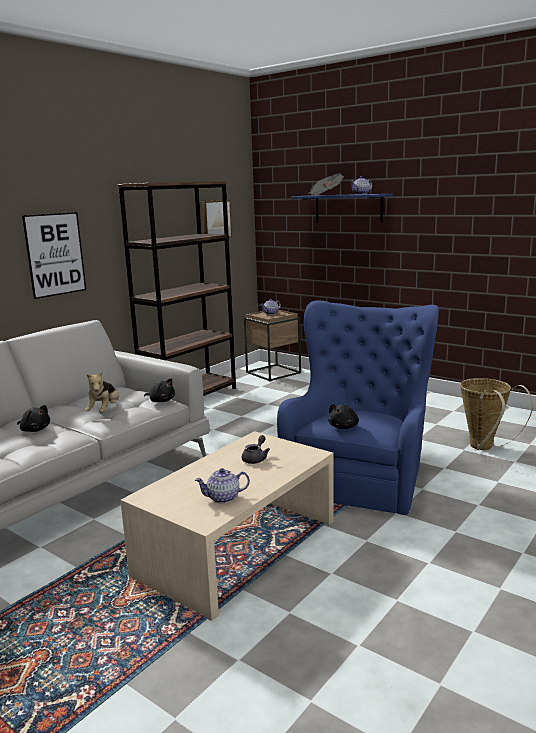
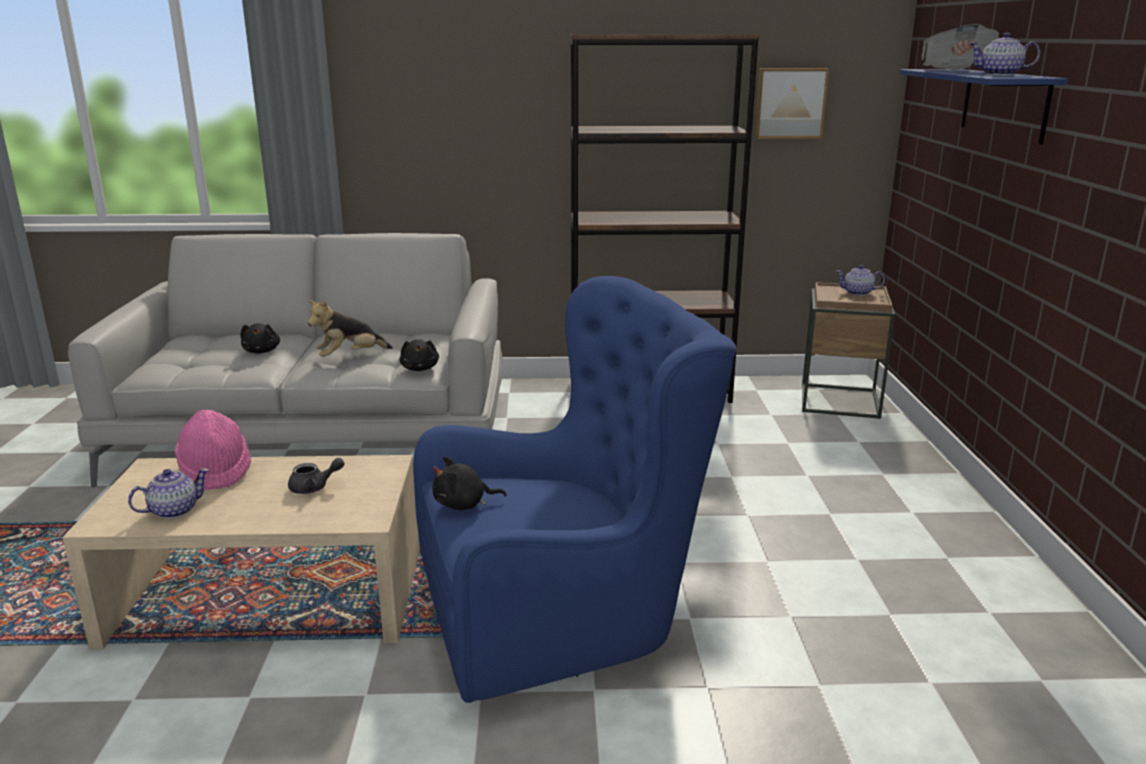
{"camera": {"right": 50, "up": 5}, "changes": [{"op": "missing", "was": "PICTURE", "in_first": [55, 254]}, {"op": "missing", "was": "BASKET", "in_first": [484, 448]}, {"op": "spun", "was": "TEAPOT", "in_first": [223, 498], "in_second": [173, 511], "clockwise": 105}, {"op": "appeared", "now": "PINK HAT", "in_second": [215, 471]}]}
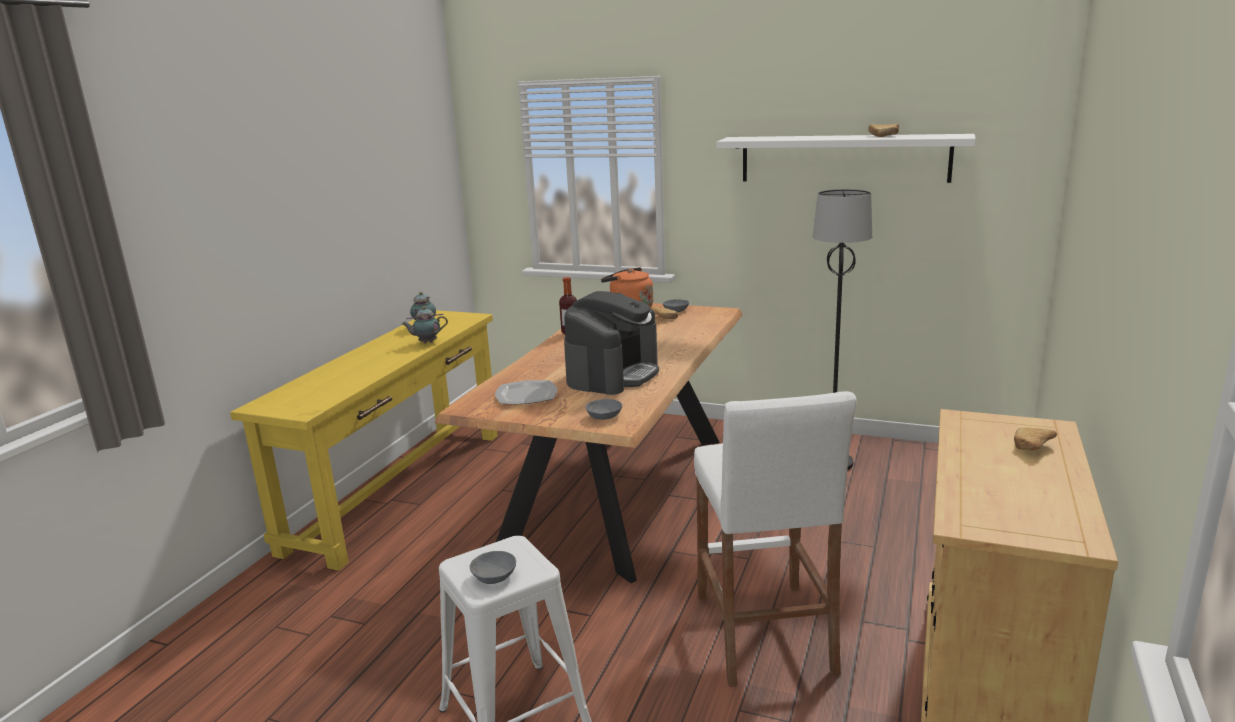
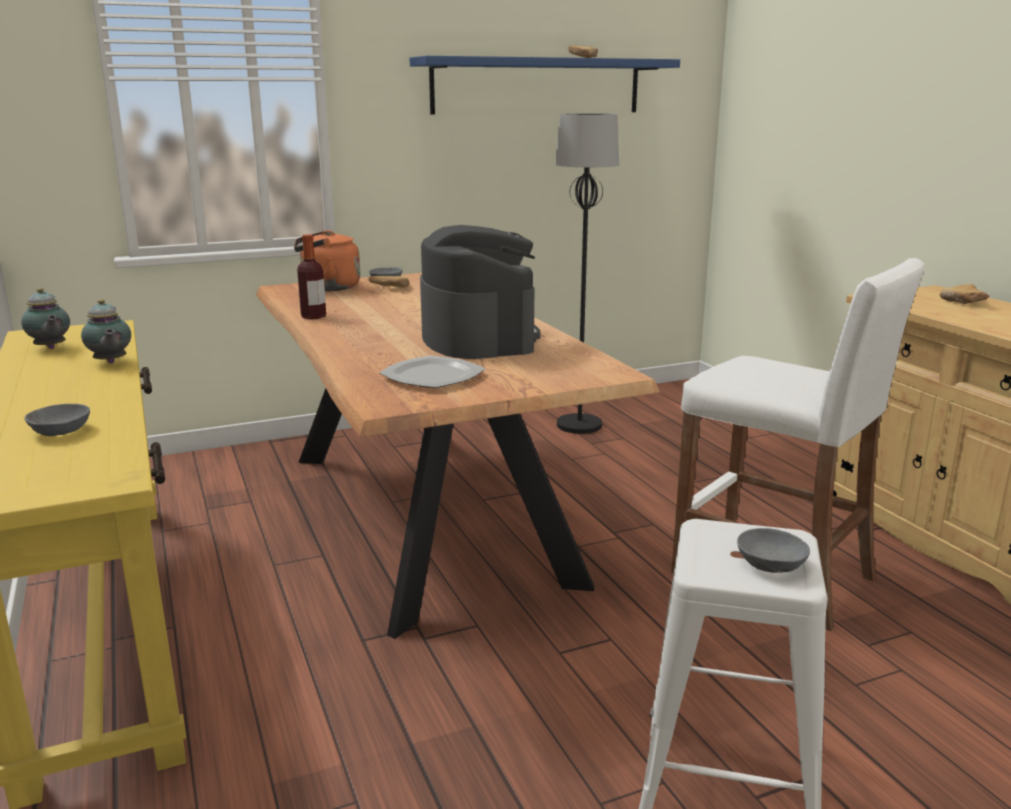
{"camera": {"right": -45, "up": 0}, "changes": [{"op": "colour", "was": "WHITE SHELF", "now": "BLUE SHELF", "in_first": [843, 158], "in_second": [537, 86]}, {"op": "spun", "was": "TEAPOT", "in_first": [426, 343], "in_second": [110, 362], "clockwise": -60}, {"op": "relocated", "was": "GREY BOWL", "in_first": [604, 417], "in_second": [61, 431]}]}
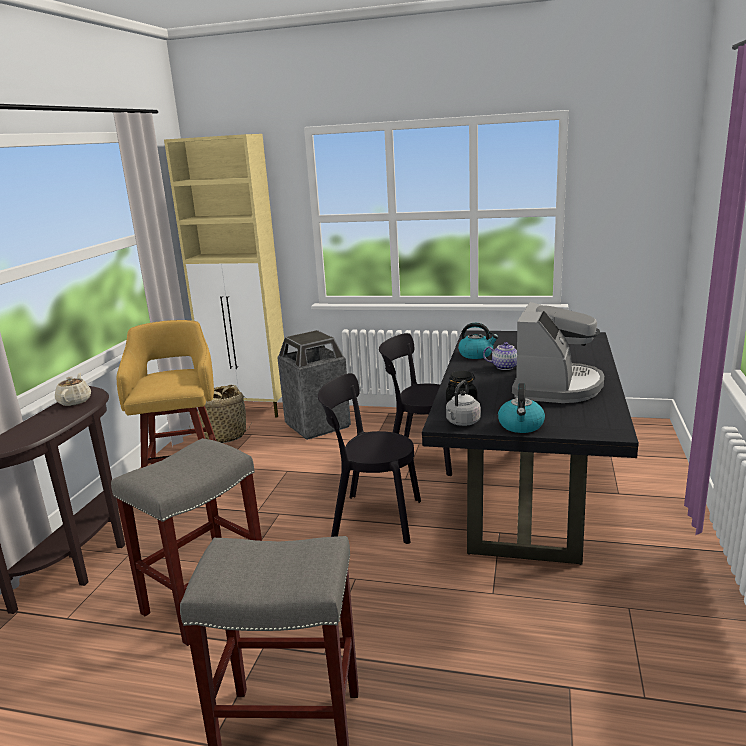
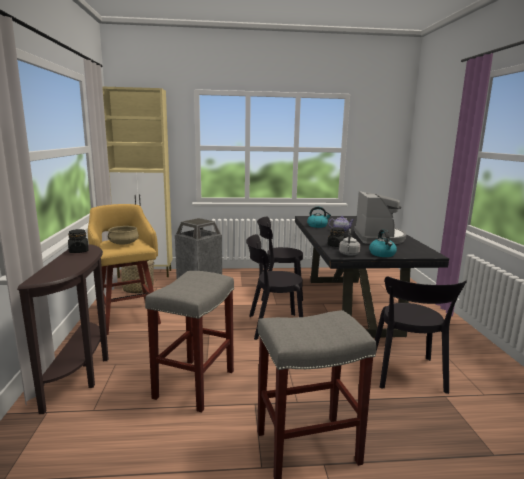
{"camera": {"right": -20, "up": -5}, "changes": [{"op": "exchanged", "was": "BEIGE TEAPOT", "now": "BLACK JAR", "in_first": [75, 401], "in_second": [79, 251]}, {"op": "appeared", "now": "BEIGE COOKING POT", "in_second": [123, 243]}, {"op": "appeared", "now": "BLACK CHAIR", "in_second": [407, 375]}]}
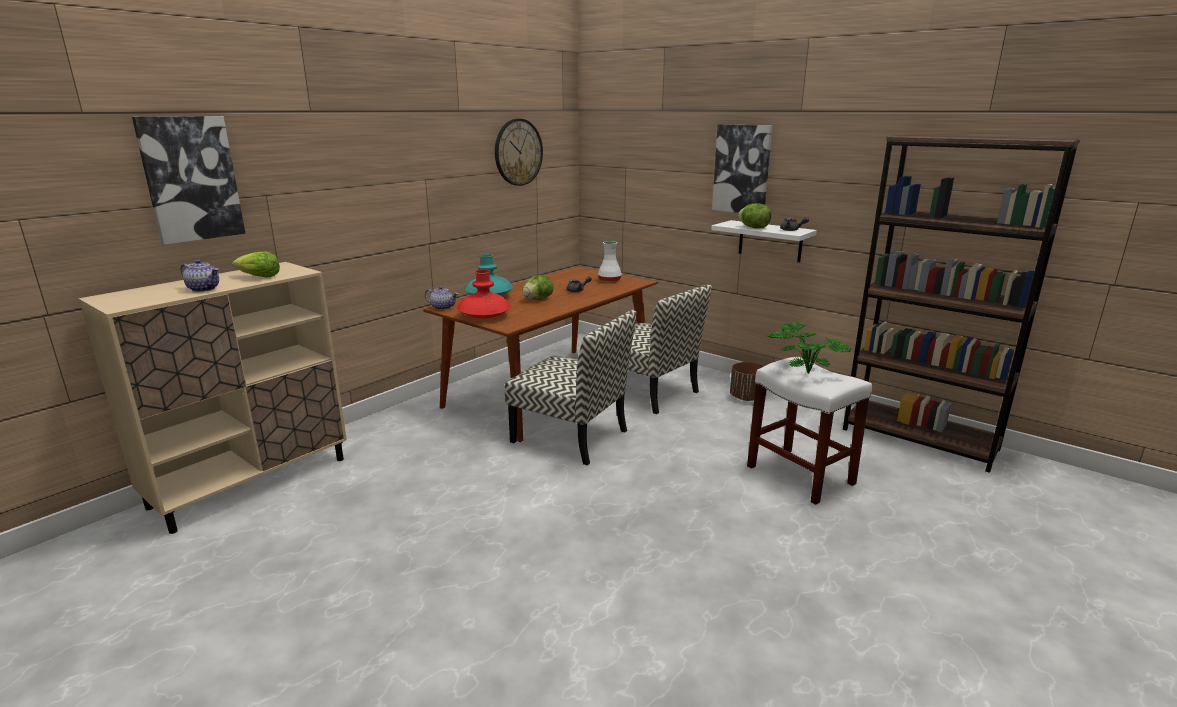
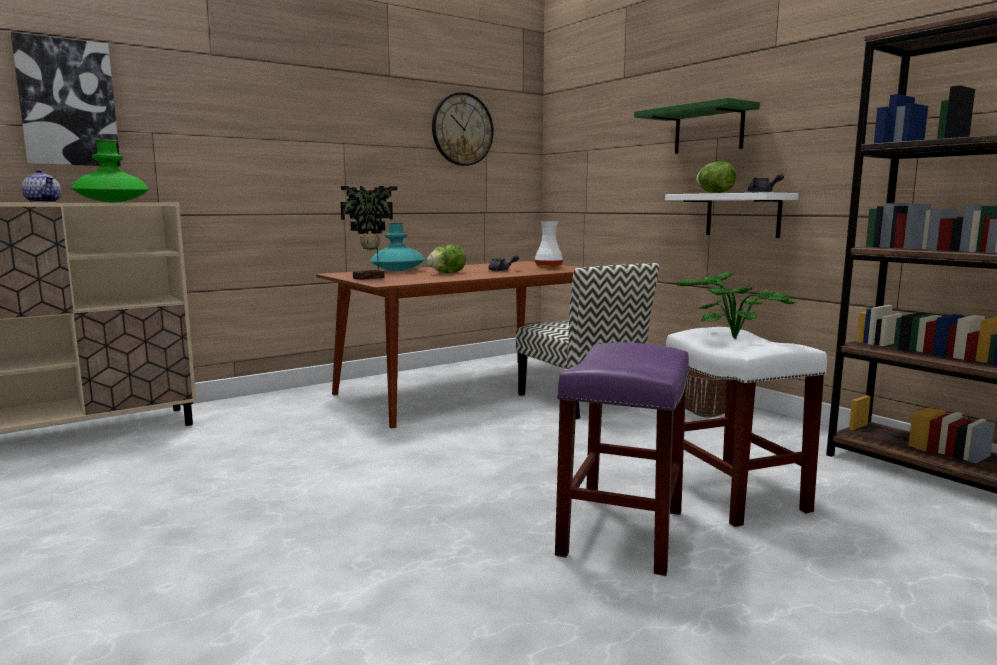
{"camera": {"right": 15, "up": -10}, "changes": [{"op": "exchanged", "was": "PICTURE", "now": "GREEN SHELF", "in_first": [742, 169], "in_second": [708, 130]}, {"op": "exchanged", "was": "LETTUCE", "now": "GREEN VASE", "in_first": [258, 277], "in_second": [112, 202]}, {"op": "exchanged", "was": "RED VASE", "now": "POTTED PLANT", "in_first": [484, 316], "in_second": [370, 278]}, {"op": "missing", "was": "TEAPOT", "in_first": [442, 307]}, {"op": "missing", "was": "CHAIR", "in_first": [571, 436]}, {"op": "appeared", "now": "PURPLE STOOL", "in_second": [621, 531]}]}
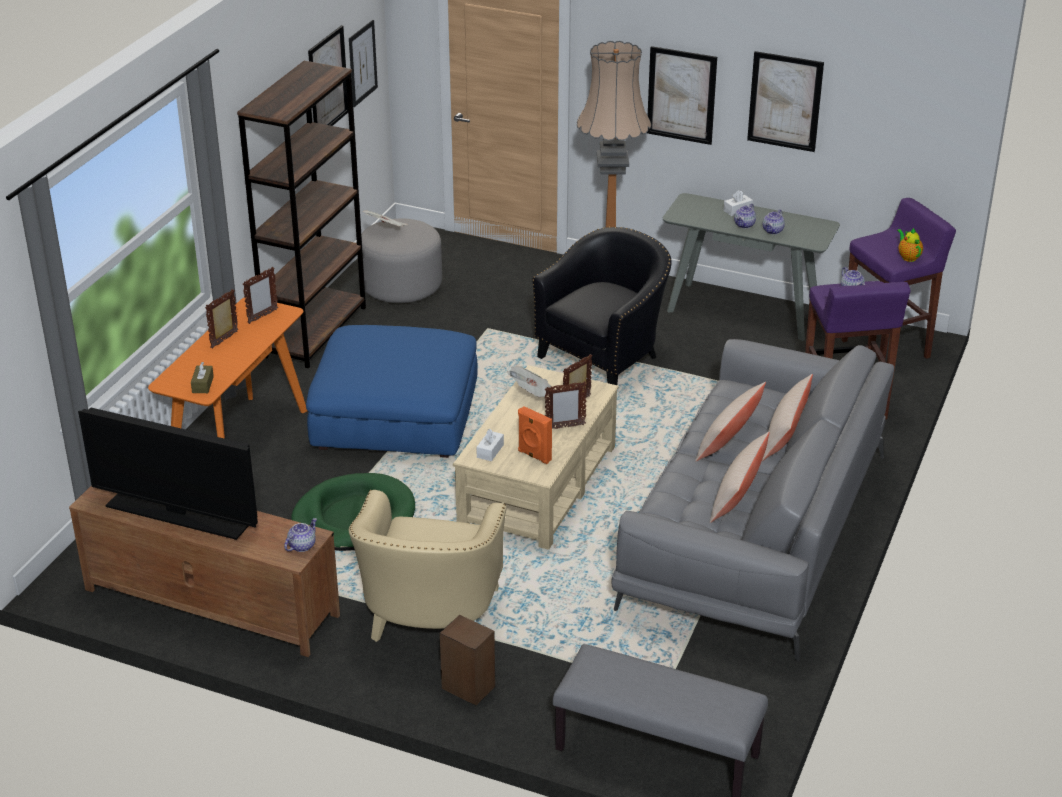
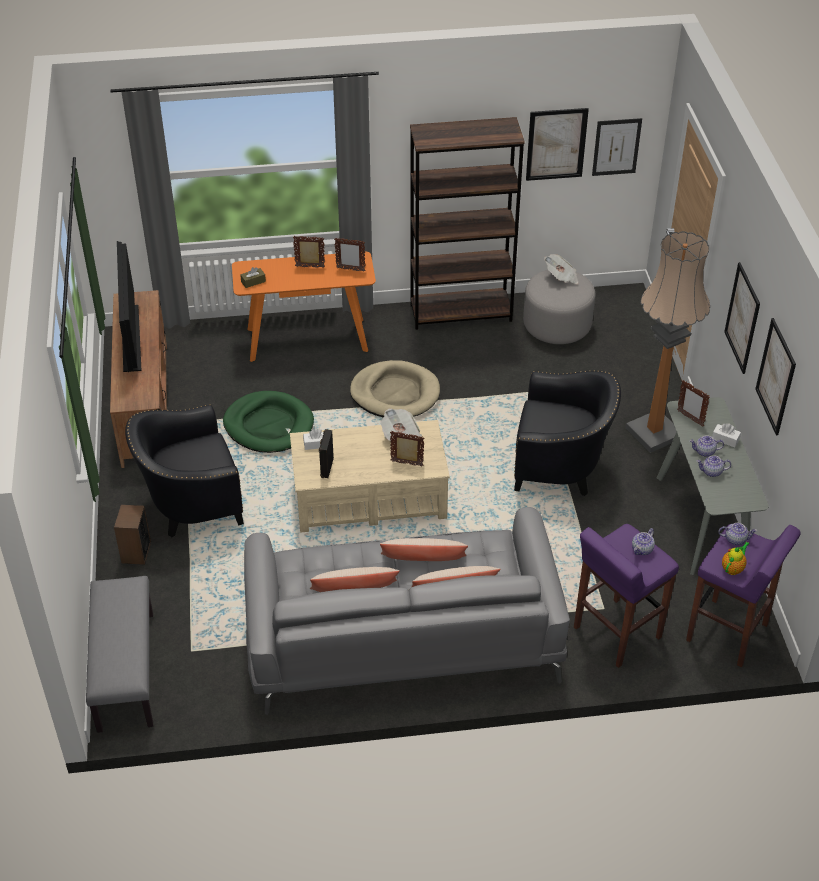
{"camera": {"right": 60, "up": 10}, "changes": [{"op": "exchanged", "was": "BLUE OTTOMAN", "now": "BEIGE DOG BED", "in_first": [395, 415], "in_second": [395, 393]}, {"op": "relocated", "was": "PICTURE FRAME", "in_first": [565, 427], "in_second": [690, 418]}, {"op": "colour", "was": "ORANGE SPEAKER", "now": "BLACK SPEAKER", "in_first": [534, 456], "in_second": [326, 468]}, {"op": "colour", "was": "BEIGE ARMCHAIR", "now": "BLACK ARMCHAIR", "in_first": [428, 618], "in_second": [191, 505]}, {"op": "relocated", "was": "TEAPOT", "in_first": [302, 545], "in_second": [735, 539]}]}
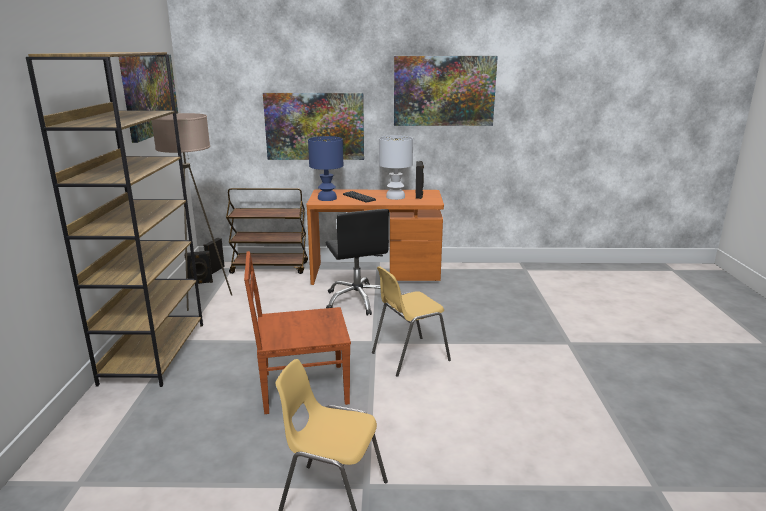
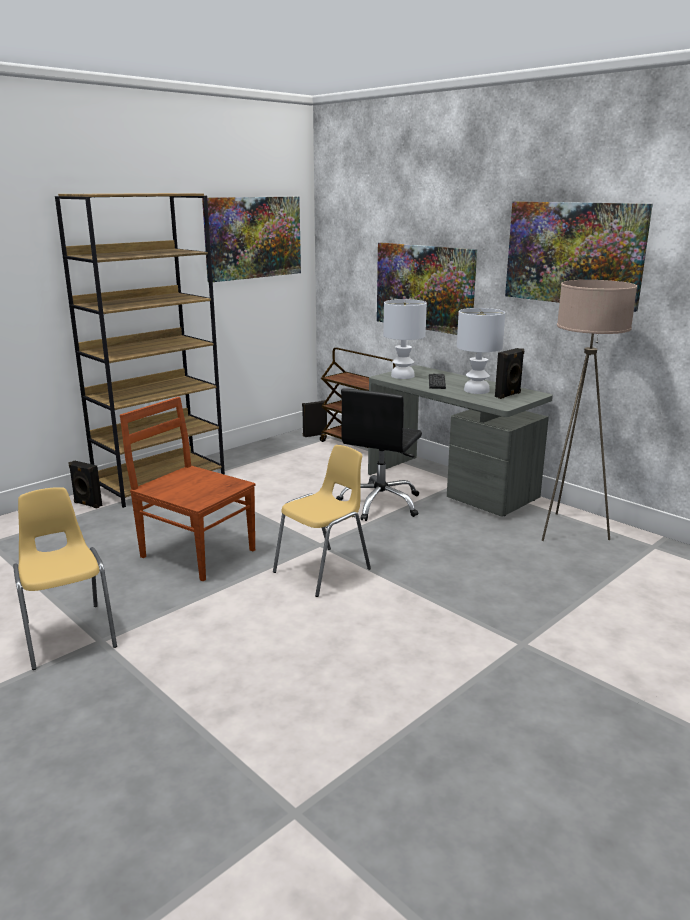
{"camera": {"right": 45, "up": 0}, "changes": [{"op": "relocated", "was": "BEIGE FLOOR LAMP", "in_first": [202, 298], "in_second": [569, 531]}, {"op": "colour", "was": "BLUE TABLE LAMP", "now": "WHITE TABLE LAMP", "in_first": [327, 198], "in_second": [403, 376]}, {"op": "colour", "was": "ORANGE DESK", "now": "GREY DESK", "in_first": [376, 273], "in_second": [451, 485]}, {"op": "relocated", "was": "BLACK SPEAKER", "in_first": [200, 283], "in_second": [87, 504]}, {"op": "spun", "was": "YELLOW CHAIR", "in_first": [409, 356], "in_second": [324, 571], "clockwise": 120}]}
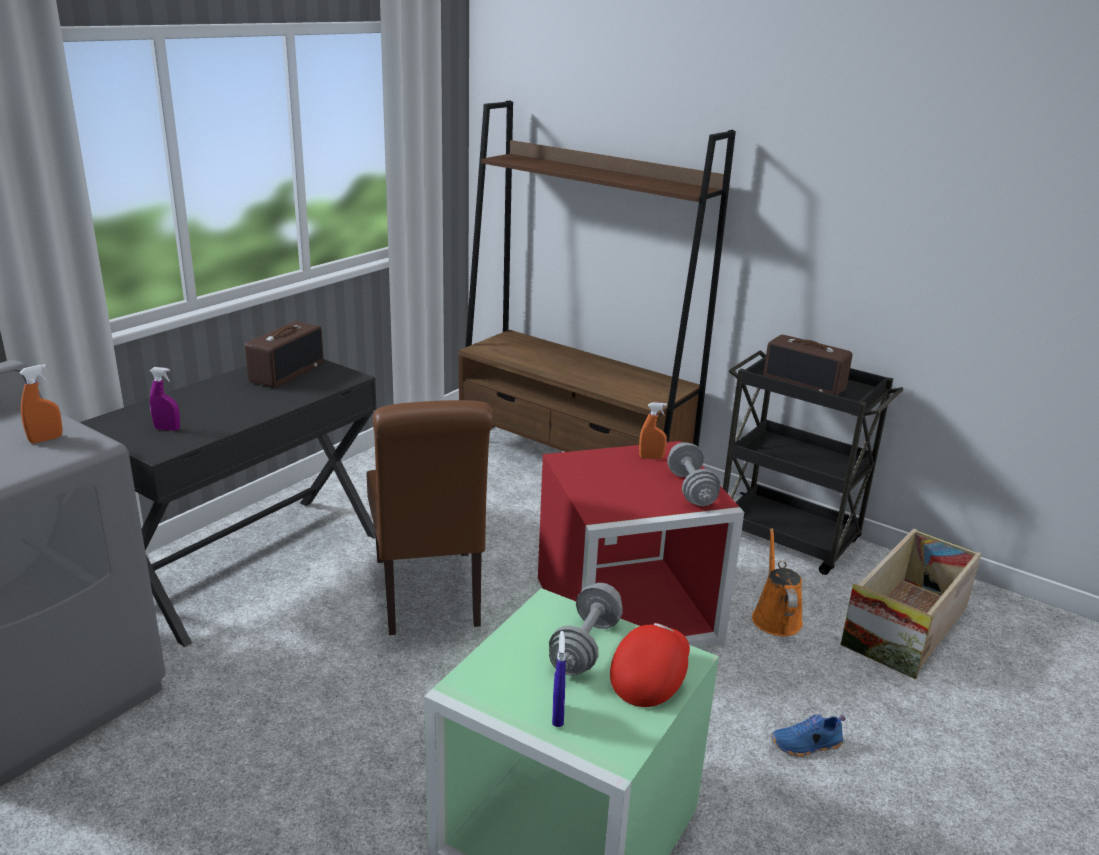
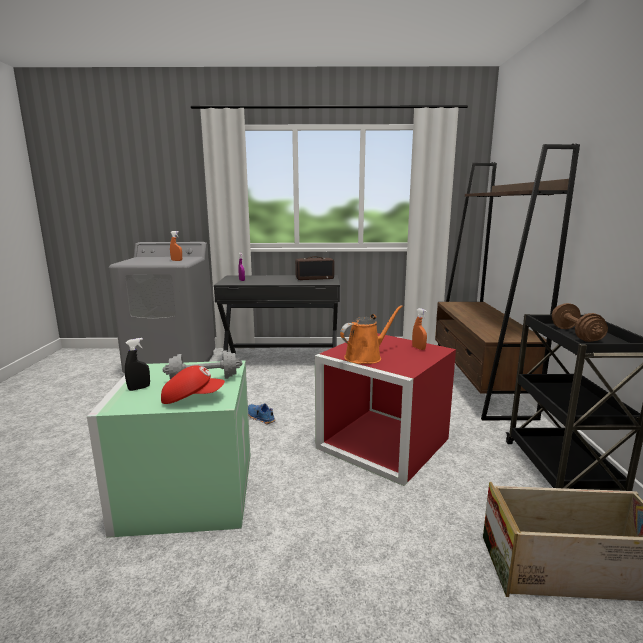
{"camera": {"right": 55, "up": -10}, "changes": [{"op": "exchanged", "was": "RADIO", "now": "BROWN DUMBBELL", "in_first": [805, 384], "in_second": [575, 334]}, {"op": "missing", "was": "BROWN CHAIR", "in_first": [429, 597]}, {"op": "missing", "was": "GREY DUMBBELL", "in_first": [691, 489]}, {"op": "relocated", "was": "ORANGE WATERING CAN", "in_first": [775, 617], "in_second": [366, 357]}, {"op": "colour", "was": "BLUE SPRAY BOTTLE", "now": "BLACK SPRAY BOTTLE", "in_first": [557, 716], "in_second": [139, 388]}, {"op": "relocated", "was": "BLUE SHOE", "in_first": [806, 745], "in_second": [260, 418]}]}
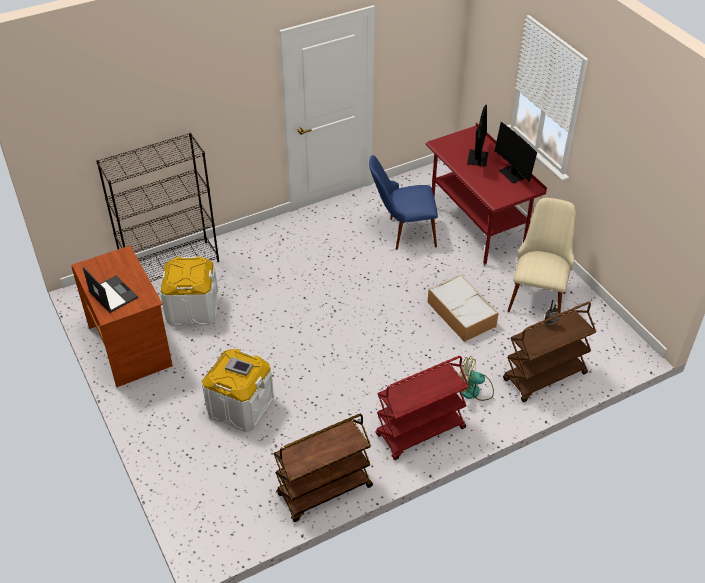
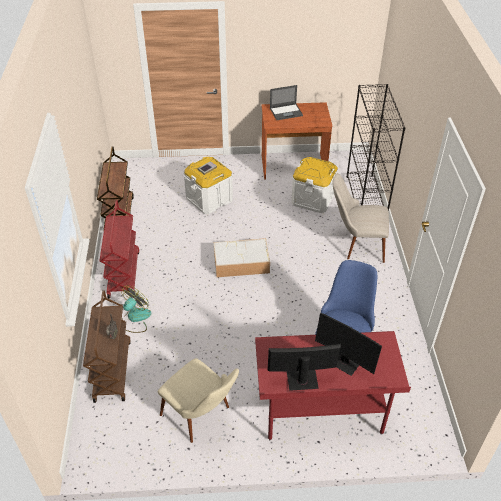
{"camera": {"right": 115, "up": 0}, "changes": [{"op": "relocated", "was": "STORAGE BOX", "in_first": [462, 314], "in_second": [240, 263]}, {"op": "appeared", "now": "BEIGE CHAIR", "in_second": [356, 245]}]}
